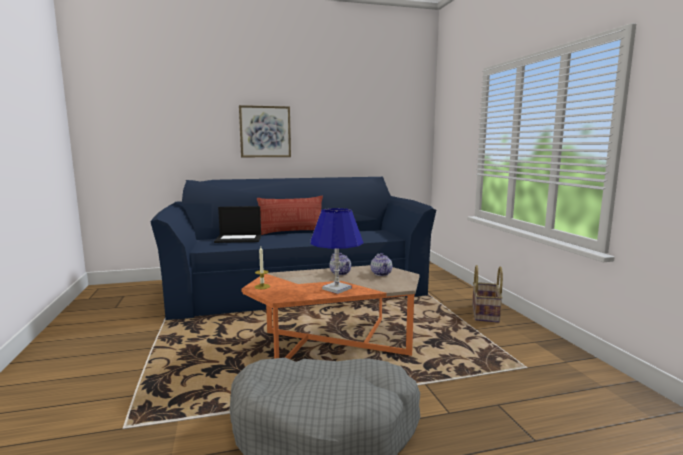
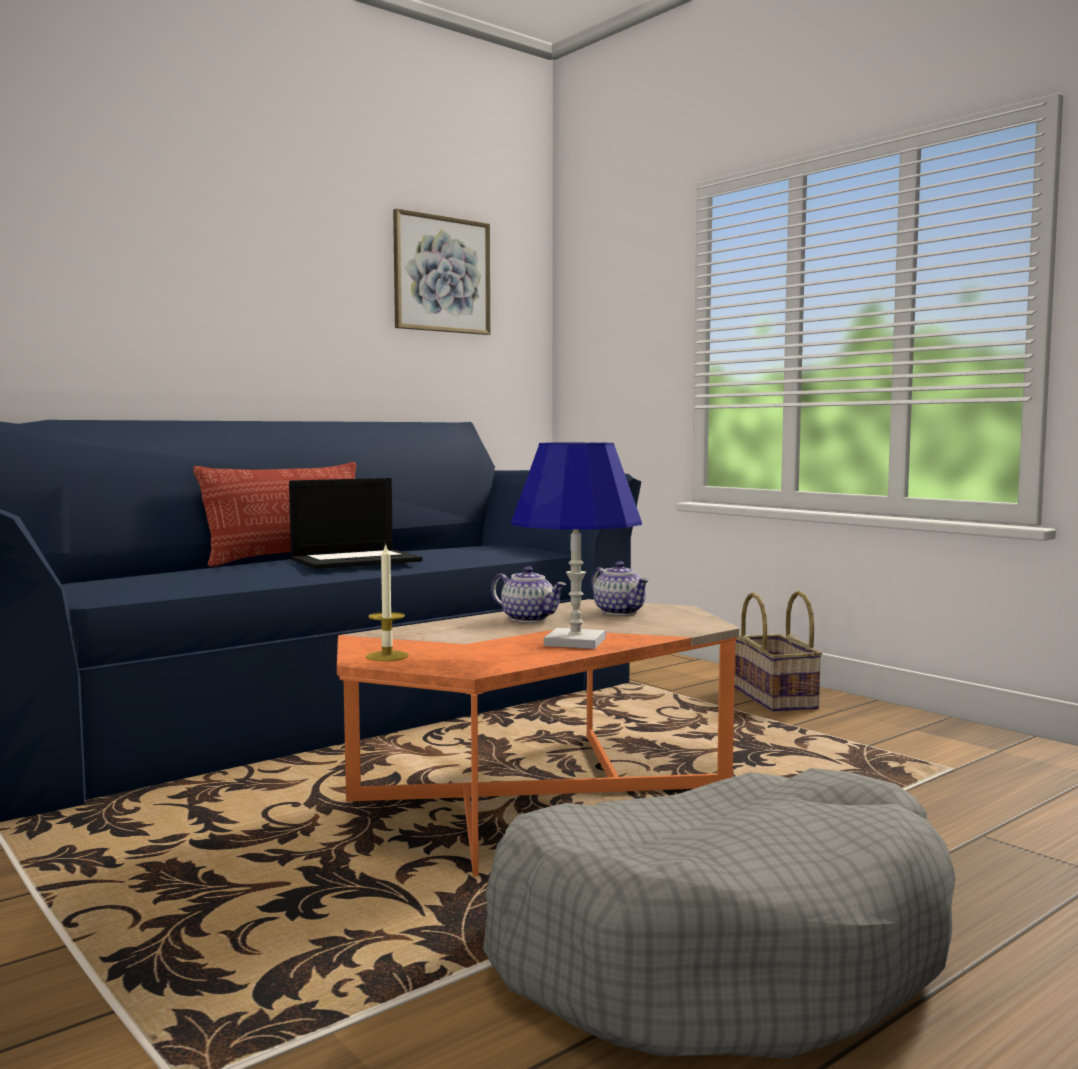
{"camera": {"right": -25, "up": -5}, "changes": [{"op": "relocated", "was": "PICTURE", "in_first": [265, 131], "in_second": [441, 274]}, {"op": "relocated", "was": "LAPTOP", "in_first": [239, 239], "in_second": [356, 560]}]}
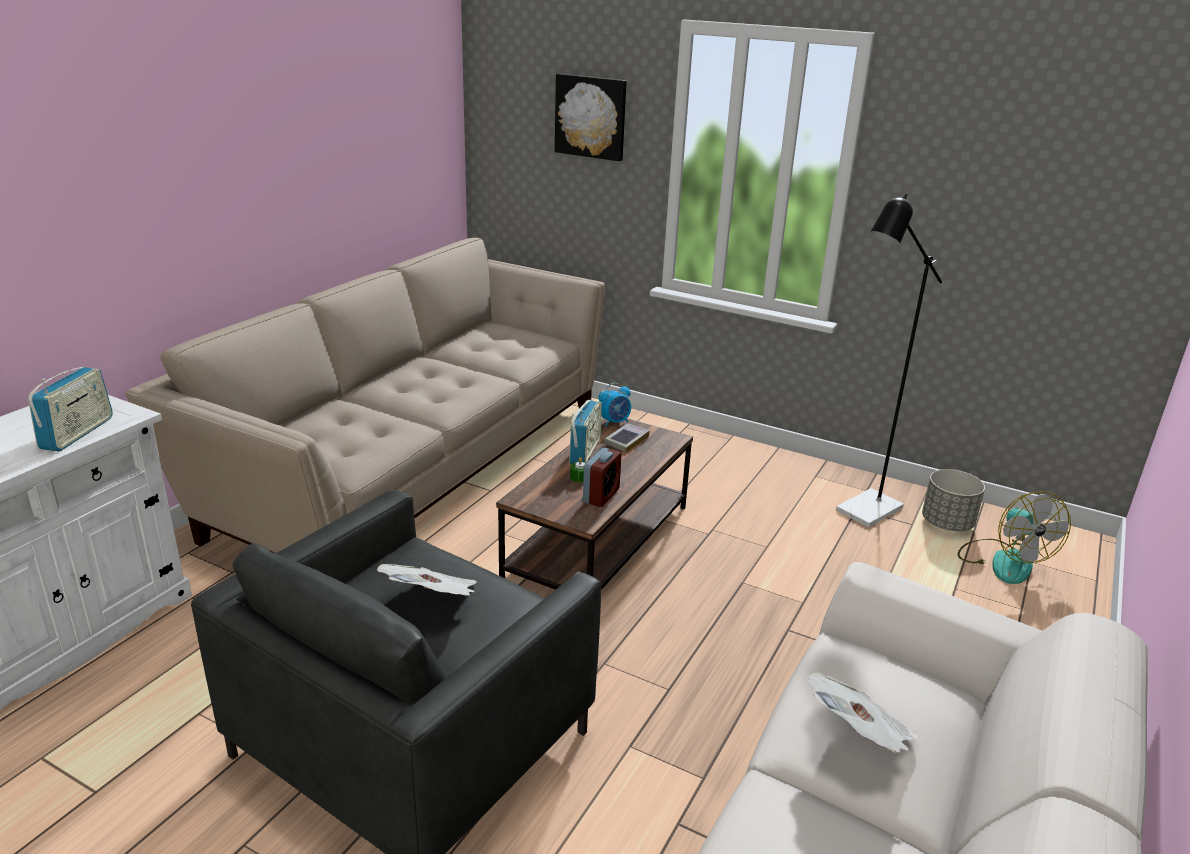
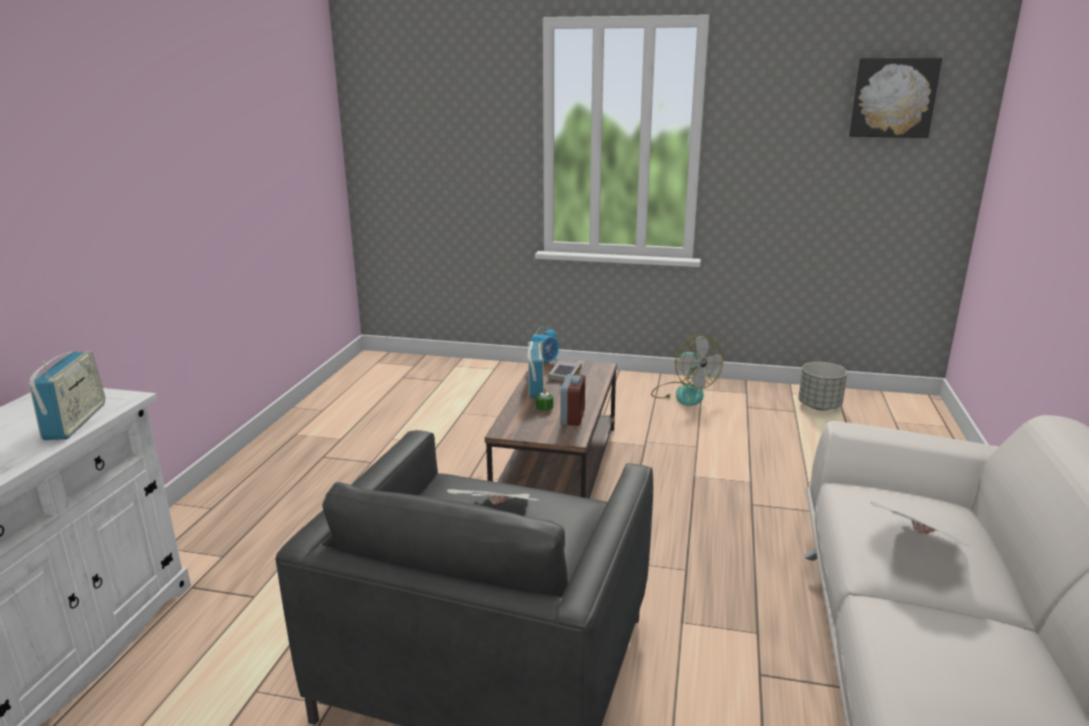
{"camera": {"right": -15, "up": -5}, "changes": [{"op": "relocated", "was": "PICTURE", "in_first": [591, 116], "in_second": [893, 97]}, {"op": "missing", "was": "BLACK FLOOR LAMP", "in_first": [862, 513]}, {"op": "missing", "was": "BEIGE SOFA", "in_first": [412, 463]}, {"op": "relocated", "was": "FAN", "in_first": [1003, 561], "in_second": [683, 393]}]}
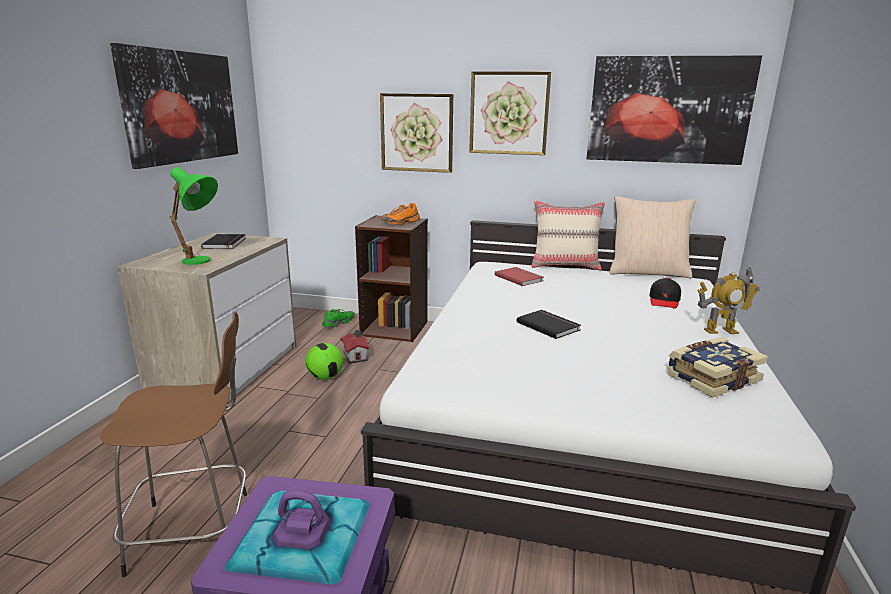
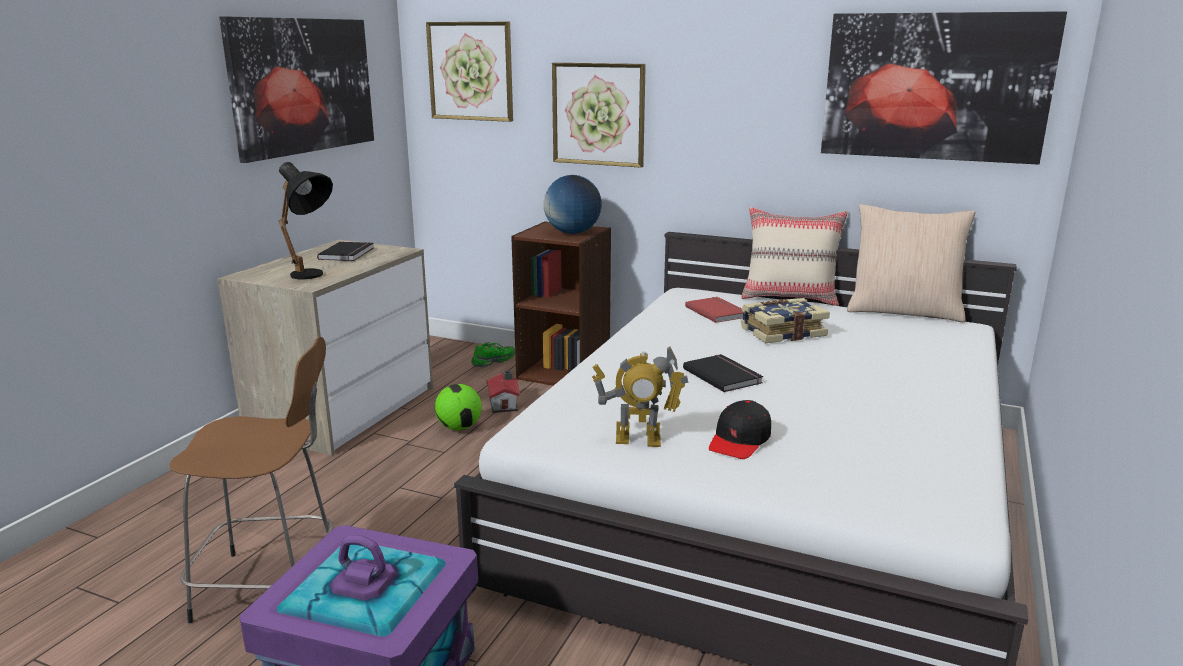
{"camera": {"right": 10, "up": 0}, "changes": [{"op": "relocated", "was": "PICTURE", "in_first": [509, 113], "in_second": [471, 71]}, {"op": "colour", "was": "GREEN TABLE LAMP", "now": "BLACK TABLE LAMP", "in_first": [202, 262], "in_second": [312, 277]}, {"op": "exchanged", "was": "ORANGE SHOE", "now": "GLOBE", "in_first": [401, 223], "in_second": [572, 233]}, {"op": "relocated", "was": "TOY ROBOT", "in_first": [720, 331], "in_second": [638, 440]}, {"op": "relocated", "was": "BLACK CAP", "in_first": [664, 300], "in_second": [740, 441]}, {"op": "relocated", "was": "BOOK", "in_first": [711, 377], "in_second": [782, 332]}]}
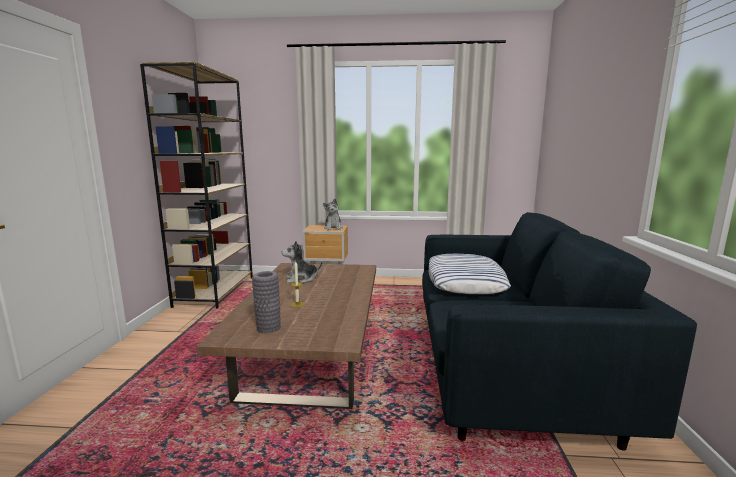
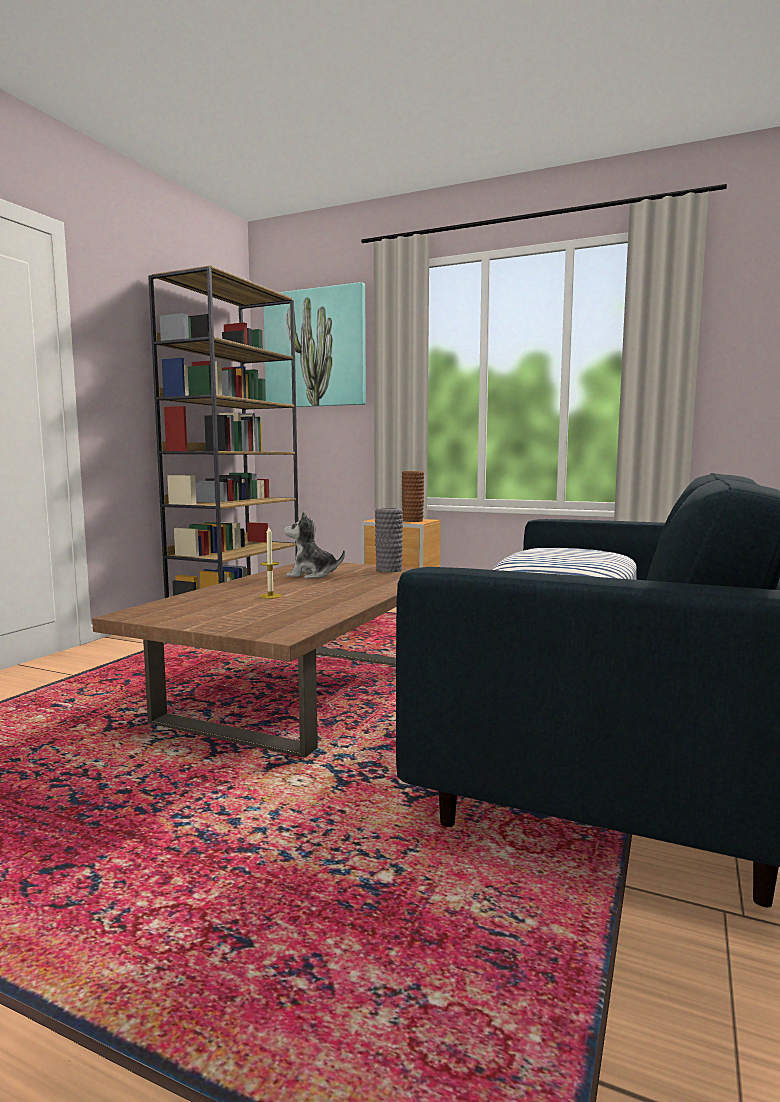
{"camera": {"right": 20, "up": -5}, "changes": [{"op": "exchanged", "was": "PLUSH TOY", "now": "BROWN VASE", "in_first": [333, 228], "in_second": [412, 521]}, {"op": "relocated", "was": "GREY VASE", "in_first": [268, 327], "in_second": [388, 570]}, {"op": "appeared", "now": "PICTURE", "in_second": [315, 349]}]}
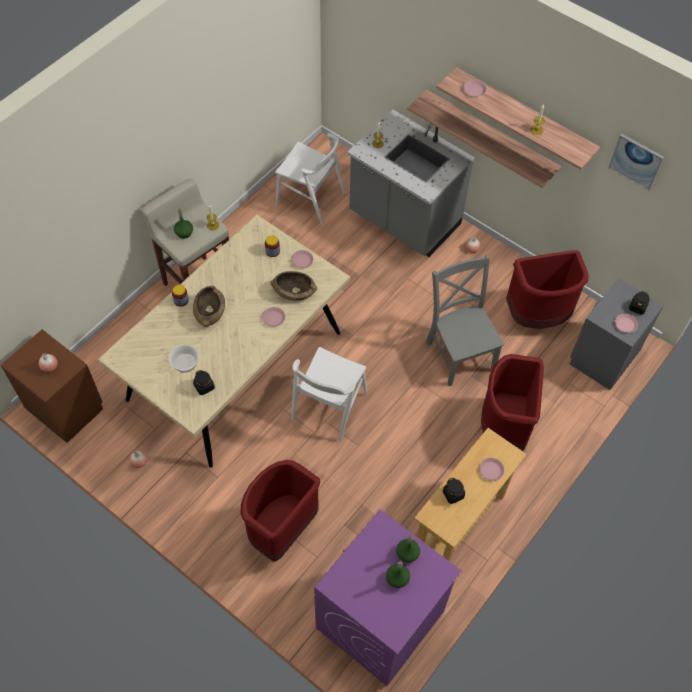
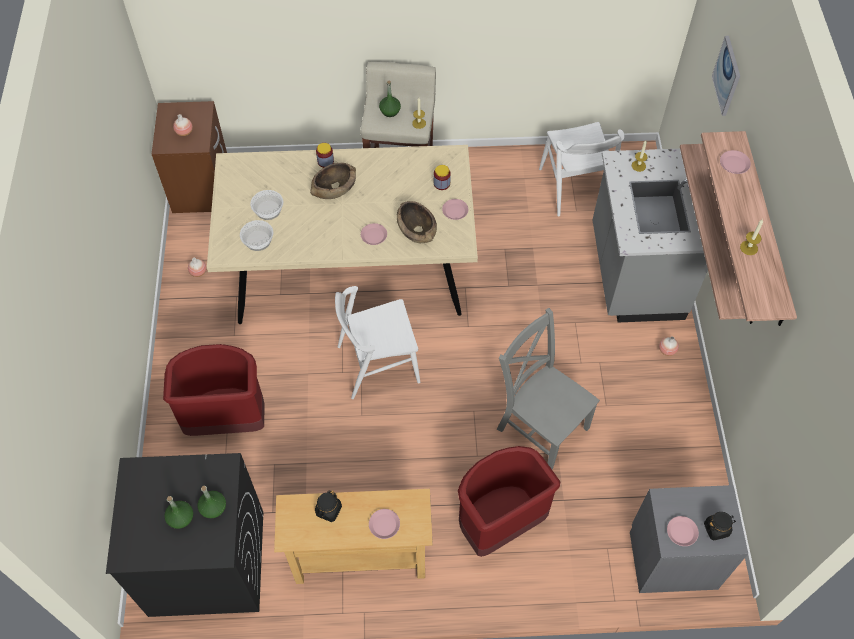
{"camera": {"right": 50, "up": 0}, "changes": [{"op": "relocated", "was": "PICTURE", "in_first": [636, 161], "in_second": [727, 76]}, {"op": "missing", "was": "RED TRASH CAN", "in_first": [538, 316]}, {"op": "spun", "was": "GREY CHAIR", "in_first": [459, 353], "in_second": [540, 425], "clockwise": -75}, {"op": "exchanged", "was": "BLACK JAR", "now": "BOWL", "in_first": [204, 387], "in_second": [258, 240]}, {"op": "colour", "was": "PURPLE WASHING MACHINE", "now": "BLACK WASHING MACHINE", "in_first": [380, 620], "in_second": [206, 563]}]}
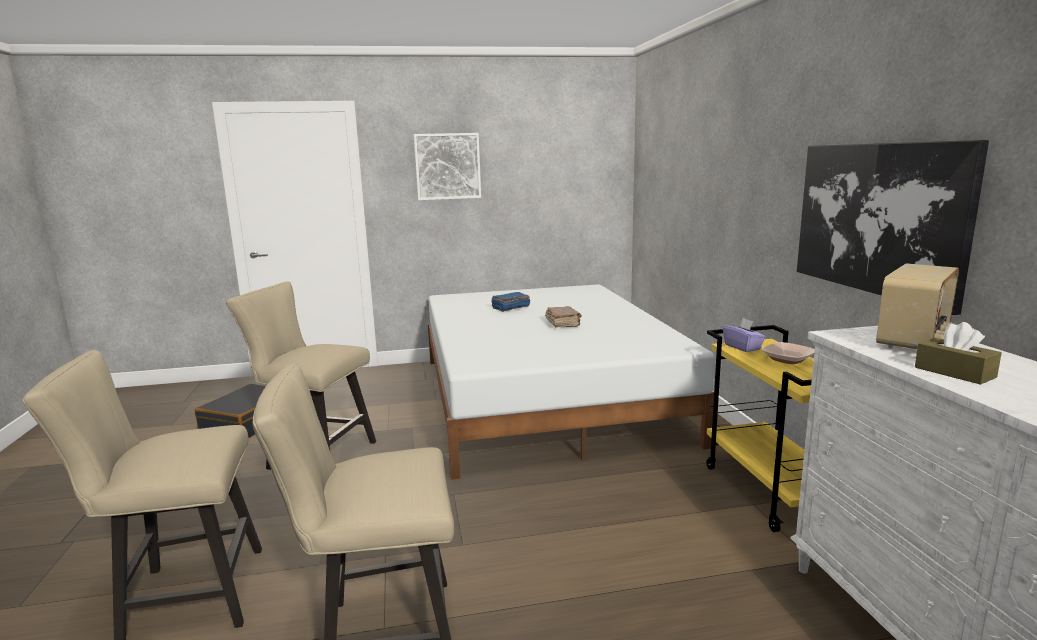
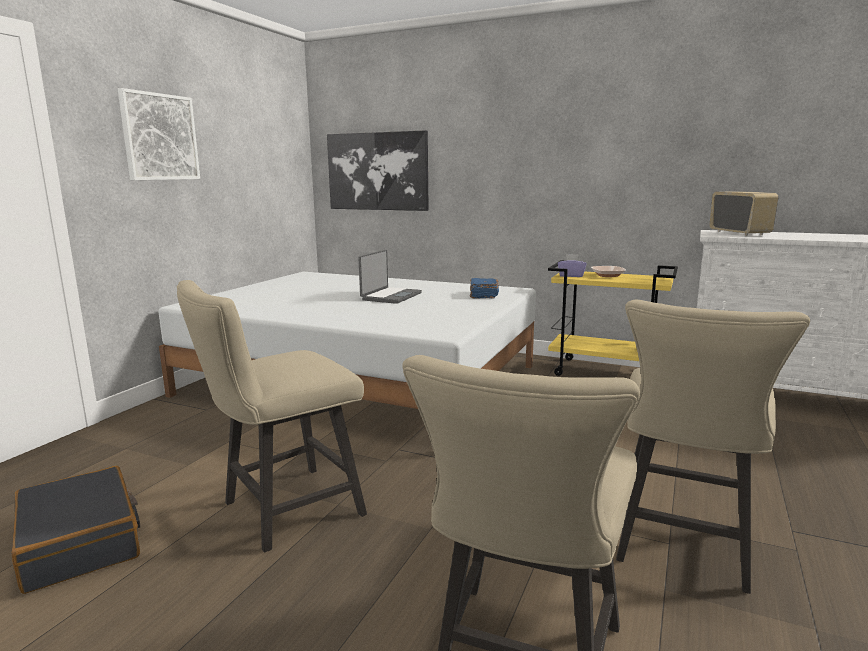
{"camera": {"right": -55, "up": 0}, "changes": [{"op": "relocated", "was": "PICTURE", "in_first": [877, 218], "in_second": [377, 171]}, {"op": "relocated", "was": "BLUE BOOK", "in_first": [510, 308], "in_second": [483, 295]}, {"op": "exchanged", "was": "BROWN BOOK", "now": "LAPTOP", "in_first": [563, 324], "in_second": [390, 296]}, {"op": "missing", "was": "BROWN TISSUE BOX", "in_first": [954, 372]}]}
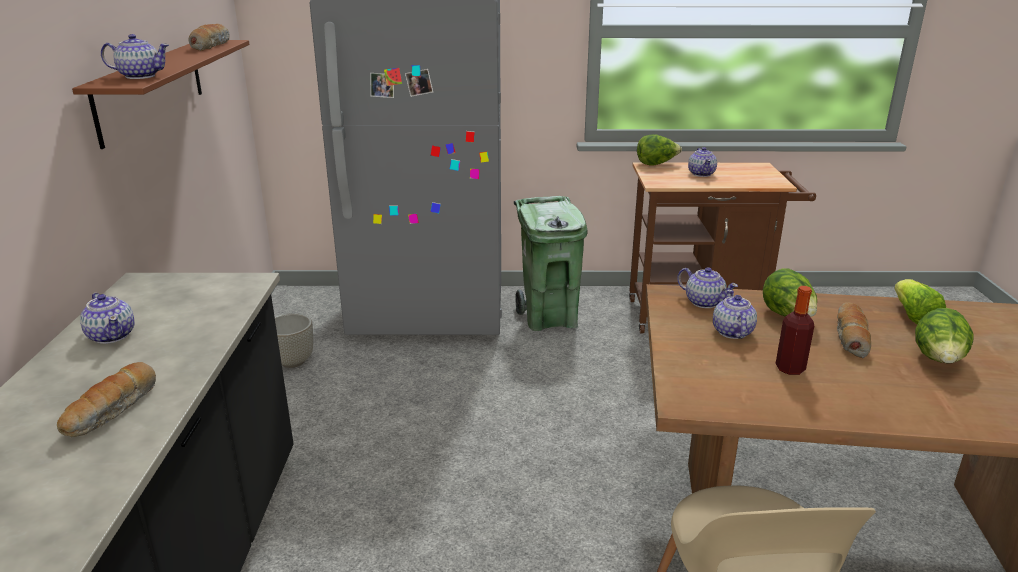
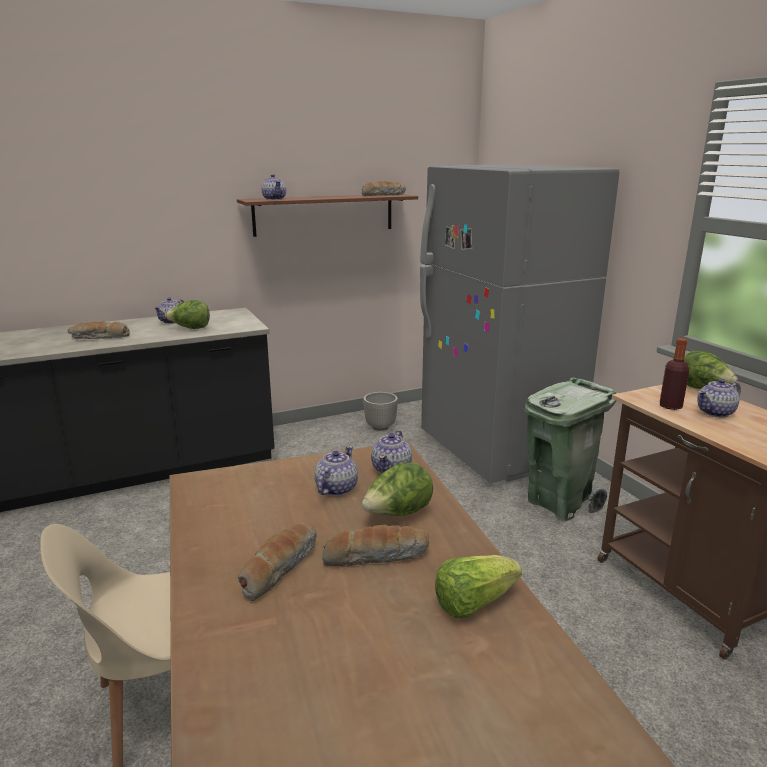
{"camera": {"right": 65, "up": -5}, "changes": [{"op": "relocated", "was": "BOTTLE", "in_first": [790, 368], "in_second": [670, 406]}, {"op": "spun", "was": "TEAPOT", "in_first": [732, 332], "in_second": [335, 489], "clockwise": -45}, {"op": "relocated", "was": "LETTUCE", "in_first": [938, 361], "in_second": [190, 328]}, {"op": "appeared", "now": "BREAD", "in_second": [279, 567]}]}
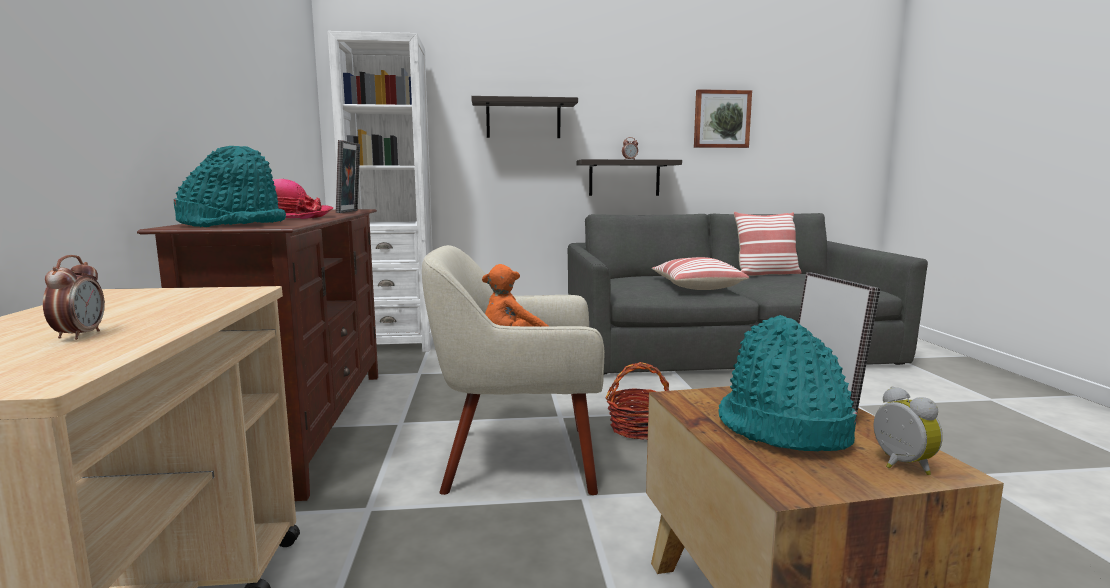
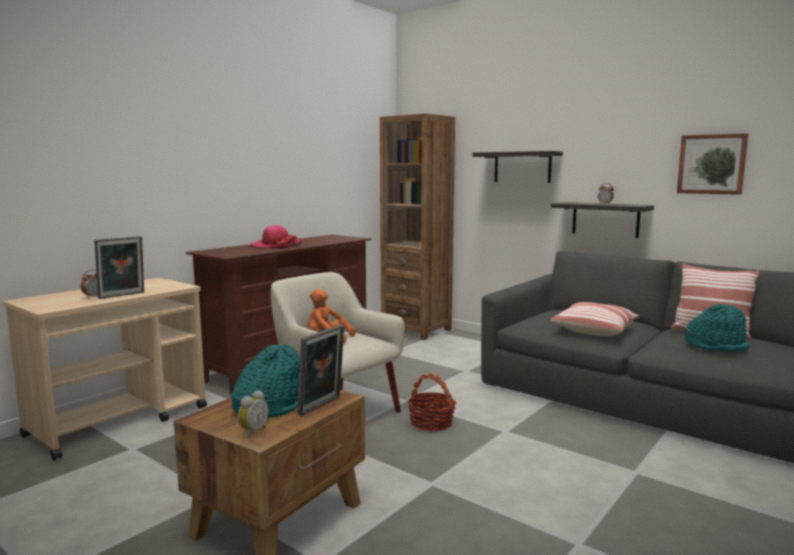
{"camera": {"right": 45, "up": 0}, "changes": [{"op": "colour", "was": "WHITE BOOKCASE", "now": "BROWN BOOKCASE", "in_first": [394, 343], "in_second": [416, 330]}, {"op": "relocated", "was": "PICTURE FRAME", "in_first": [350, 212], "in_second": [122, 295]}, {"op": "relocated", "was": "TURQUOISE HAT", "in_first": [234, 224], "in_second": [716, 346]}]}
